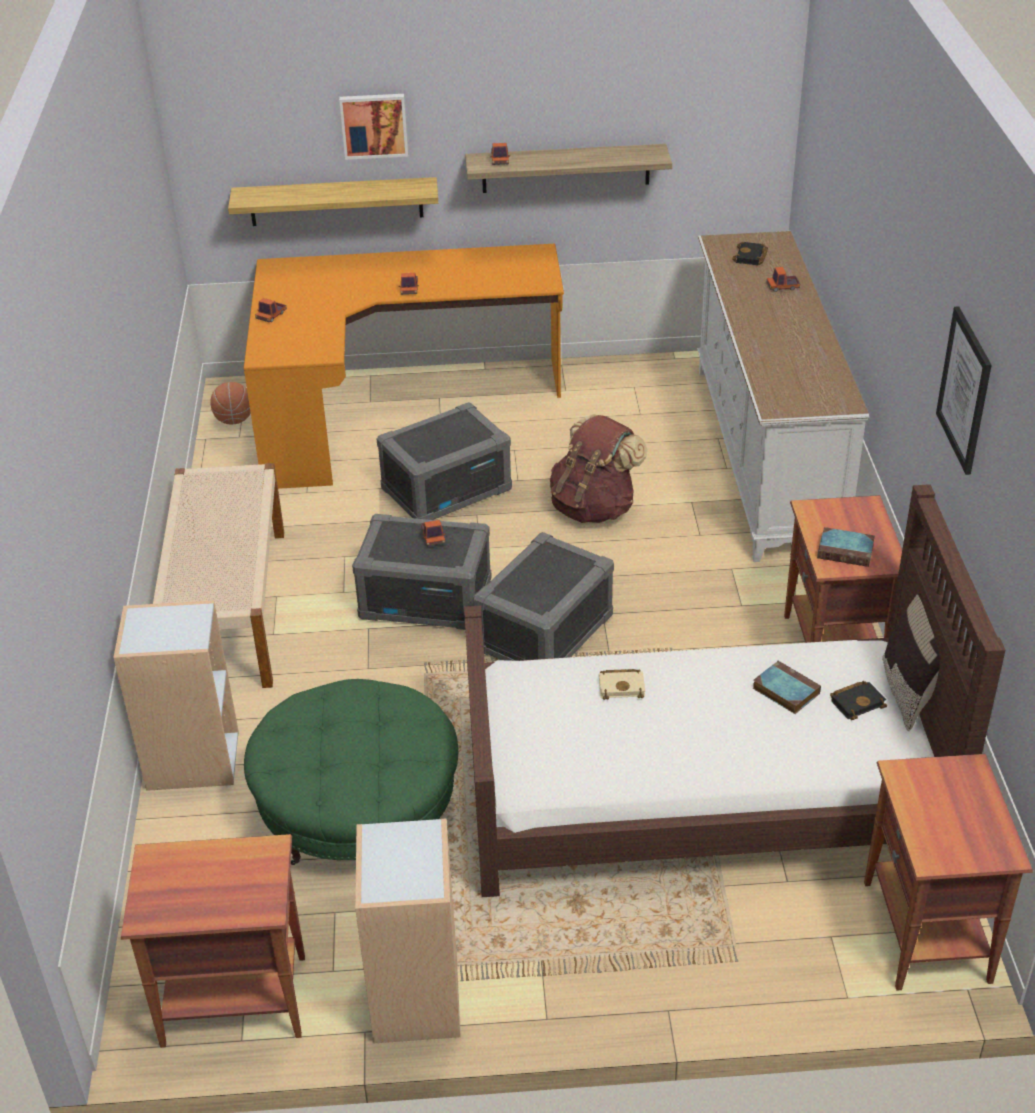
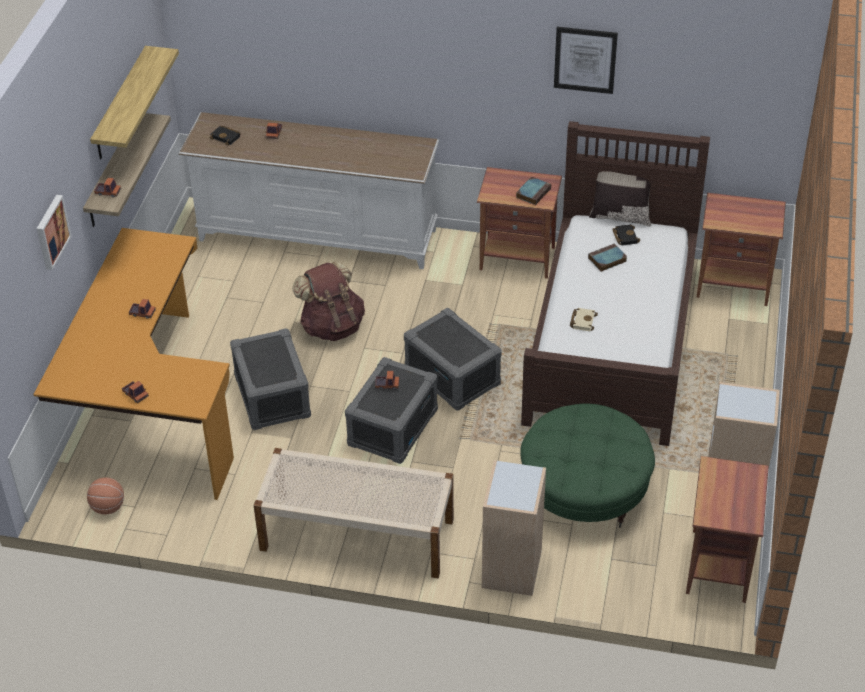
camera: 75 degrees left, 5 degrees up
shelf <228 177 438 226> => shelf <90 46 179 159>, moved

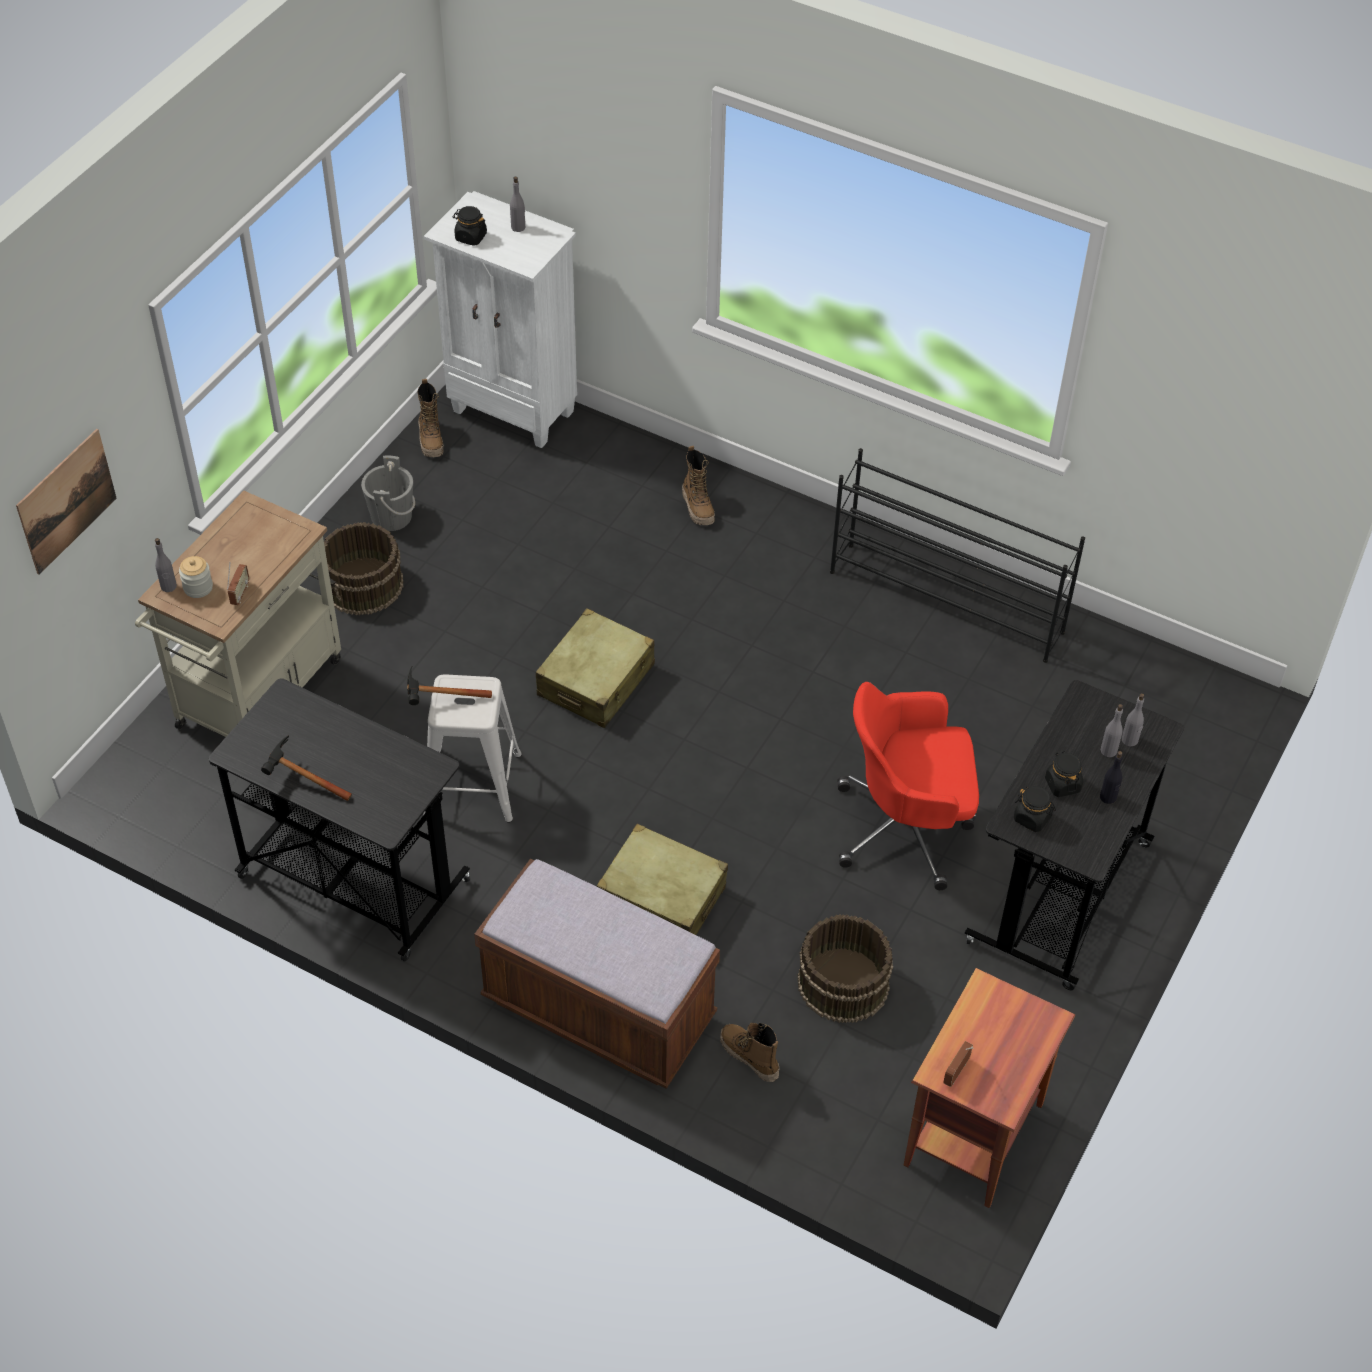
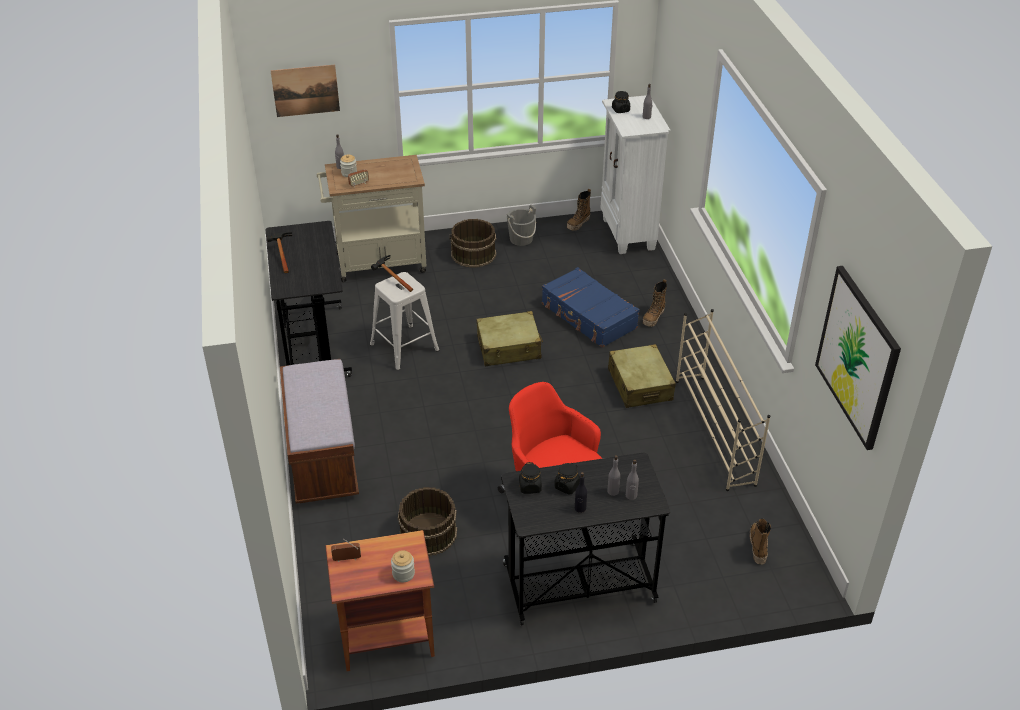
camera: 50 degrees right, 10 degrees down
nothing => jar <391 550 415 583>
nothing => suitcase/blue <542 267 640 348>
nothing => picture <815 266 901 450>
suitcase/beige <597 823 728 935> => suitcase/beige <608 344 676 408>, moved
boot <720 1023 780 1082> => boot <750 519 771 565>, moved
shoe rack/black <830 448 1085 663> => shoe rack/beige <676 309 770 491>

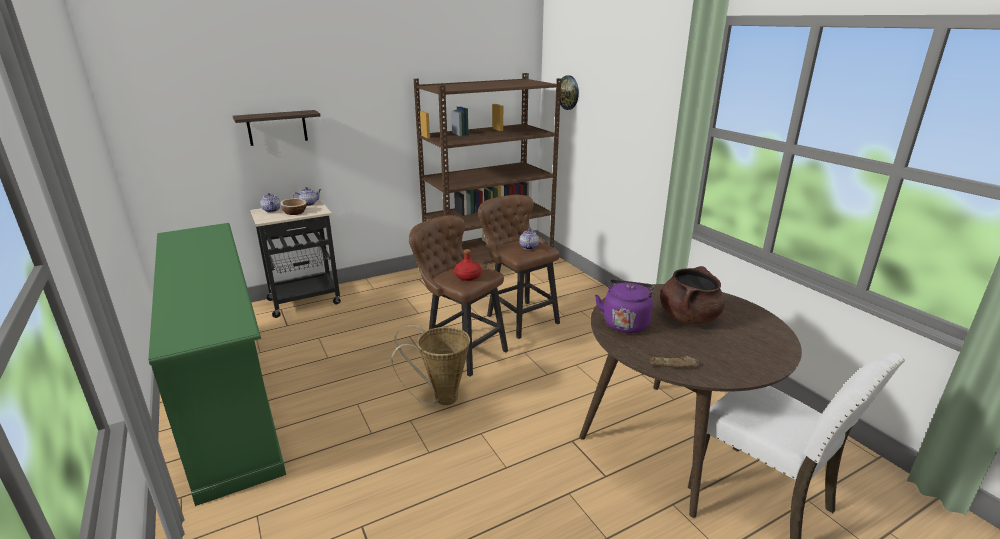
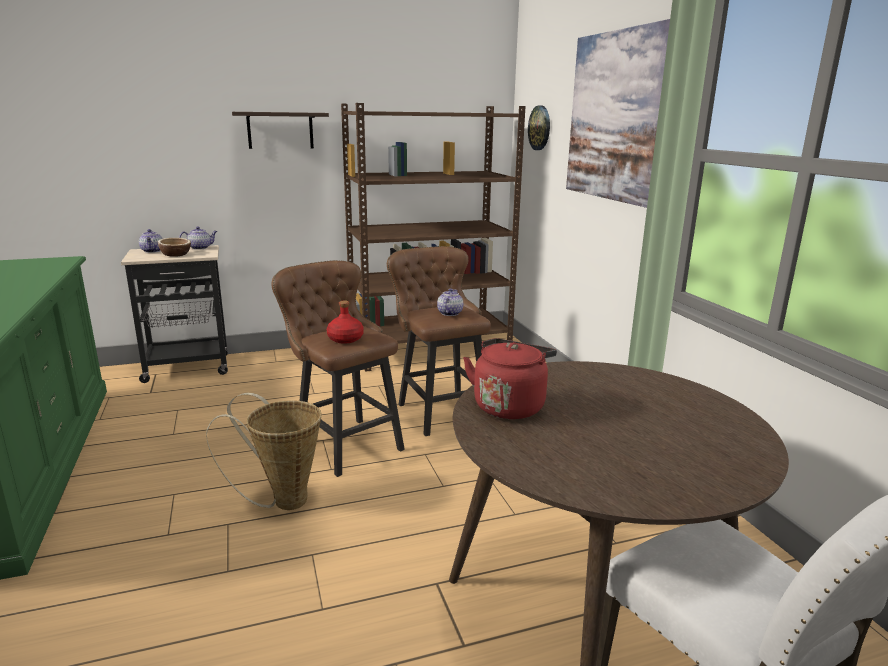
camera: 10 degrees right, 5 degrees down
bread <650 355 700 368> => nothing
cooking pot/brown <660 266 725 324> => nothing
nothing => picture <566 19 670 208>
shelf <233 110 320 146> => shelf <232 112 329 149>, moved
kettle/purple <595 279 654 333> => kettle/red <463 338 557 419>

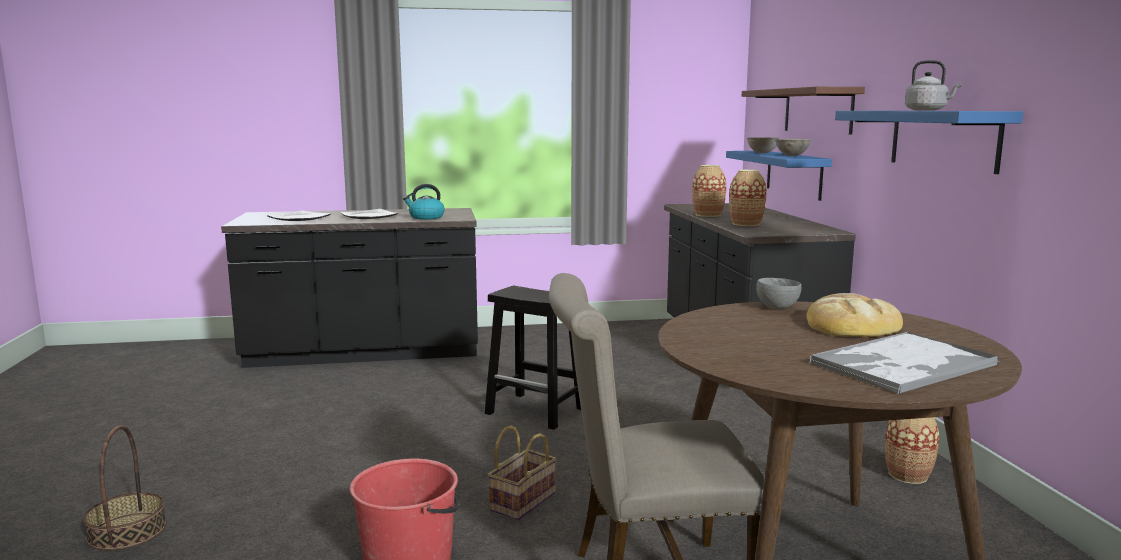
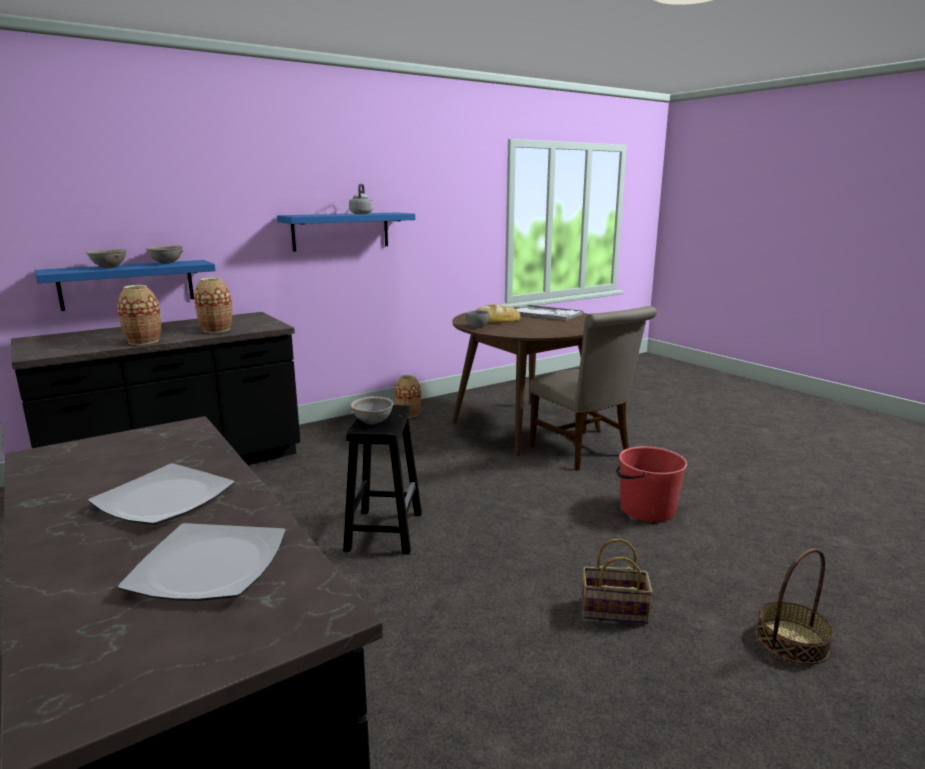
camera: 115 degrees left, 5 degrees up
kettle <403 184 445 219> => nothing
shelf <742 87 865 135> => nothing
nothing => bowl/grey <351 396 394 424>
basket <487 426 556 520> => basket <582 539 653 624>, moved

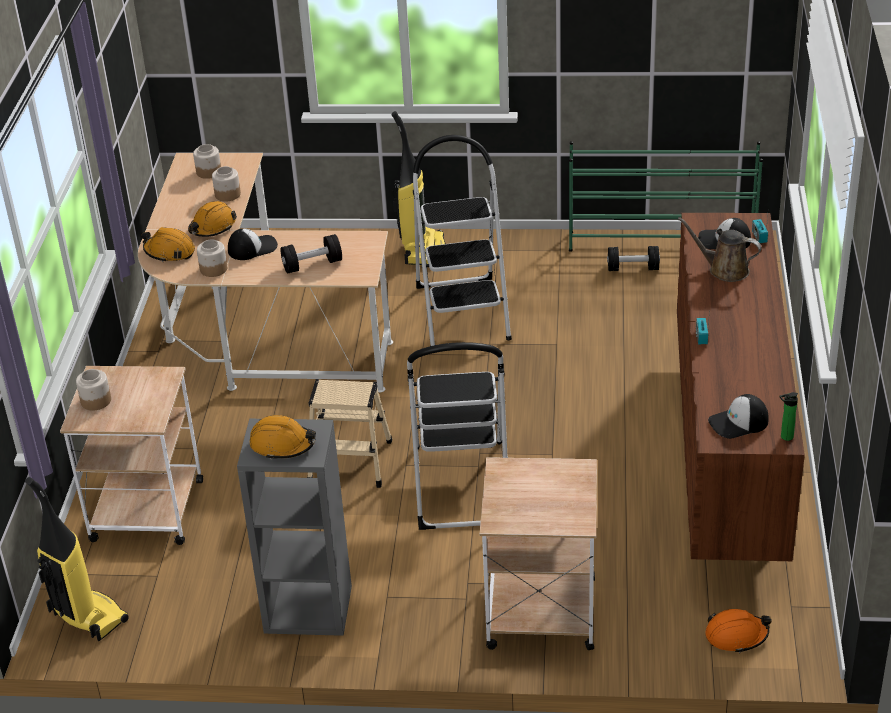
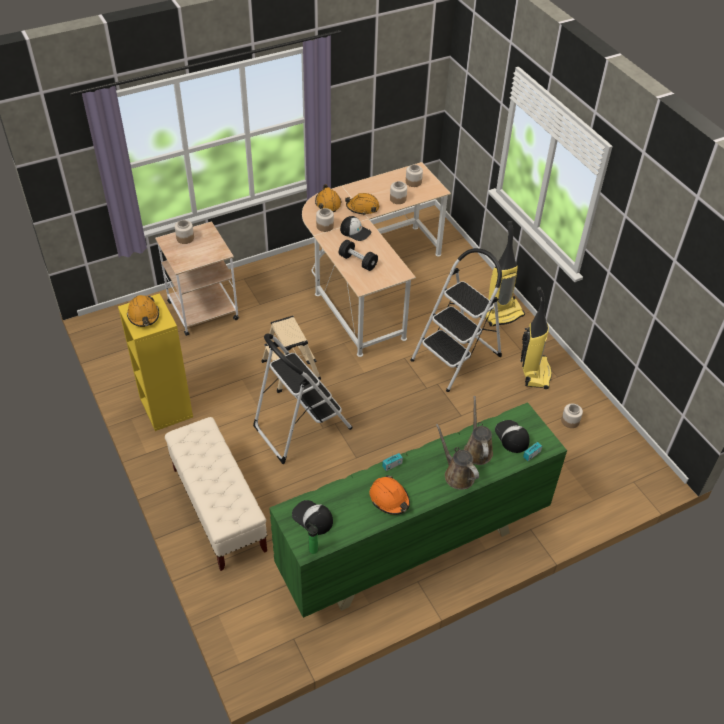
camera: 55 degrees right, 10 degrees up
shoe rack/green <569 141 763 252> => nothing
nothing => watering can/brown <436 424 479 490>
vacuum cleaner <25 477 129 642> => vacuum cleaner <520 287 552 389>, moved
hard hat/orange <705 609 772 653> => hard hat/orange <369 475 410 515>, moved
cart/beige <480 457 597 650> => bench/beige <165 417 267 571>
dumbbell/black <607 246 660 271> => jar <561 404 583 428>
bookcase/grey <237 419 352 636> => bookcase/yellow <118 293 193 431>
cabinet/brown <677 213 805 561> => cabinet/green <269 402 567 618>

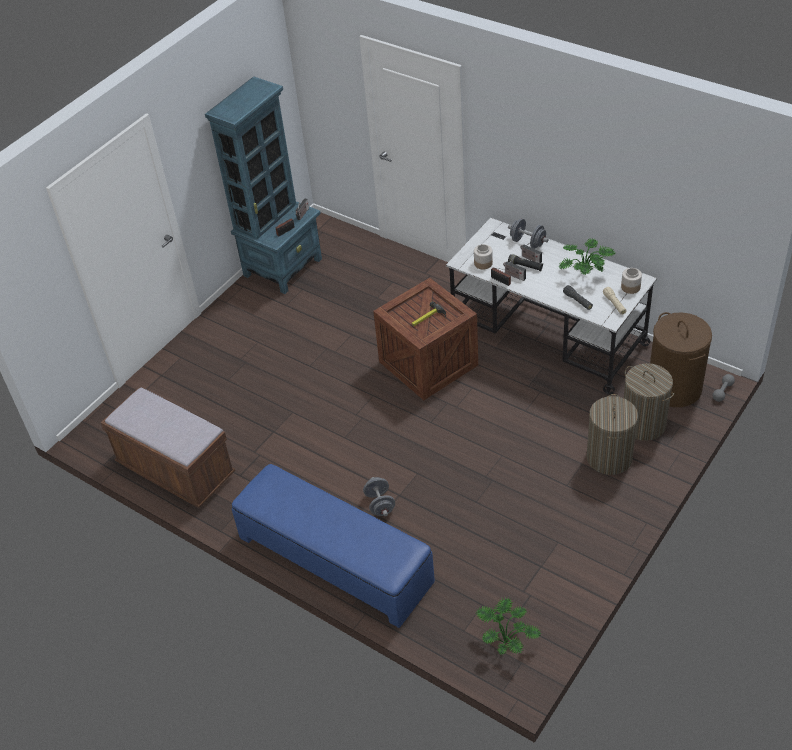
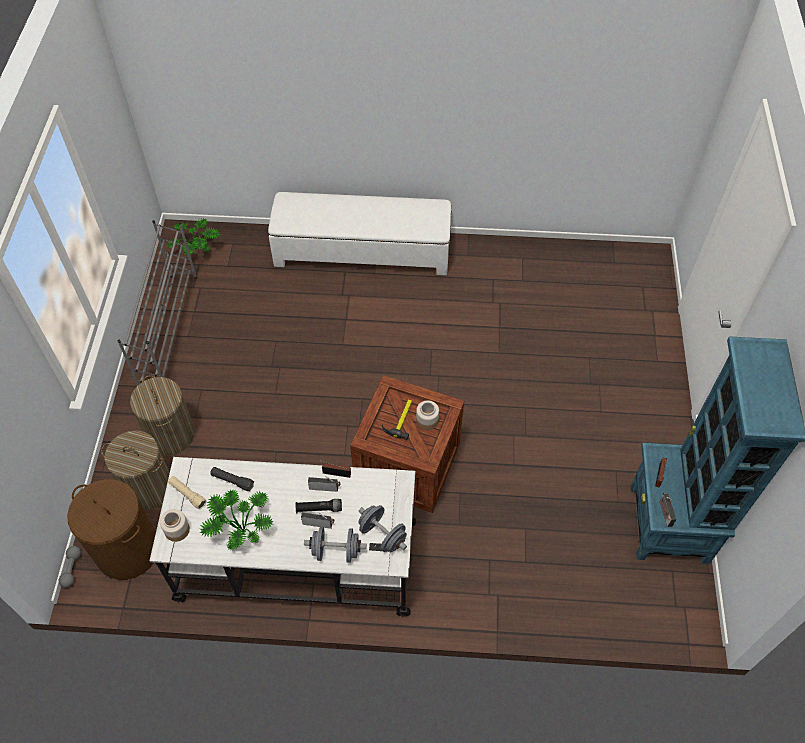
camera: 145 degrees right, 10 degrees up
bench/brown <101 388 235 508> => nothing
nothing => shoe rack/grey <117 220 197 386>
dumbbell/grey <363 477 395 517> => dumbbell/grey <358 505 407 552>, moved
jar <474 244 493 270> => jar <416 400 439 430>, moved
bench/blue <232 464 435 628> => bench/white <268 192 452 275>

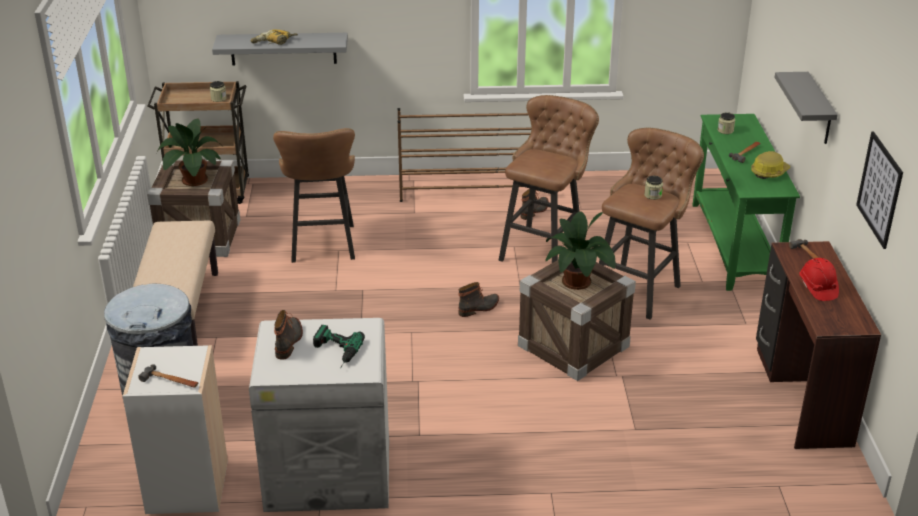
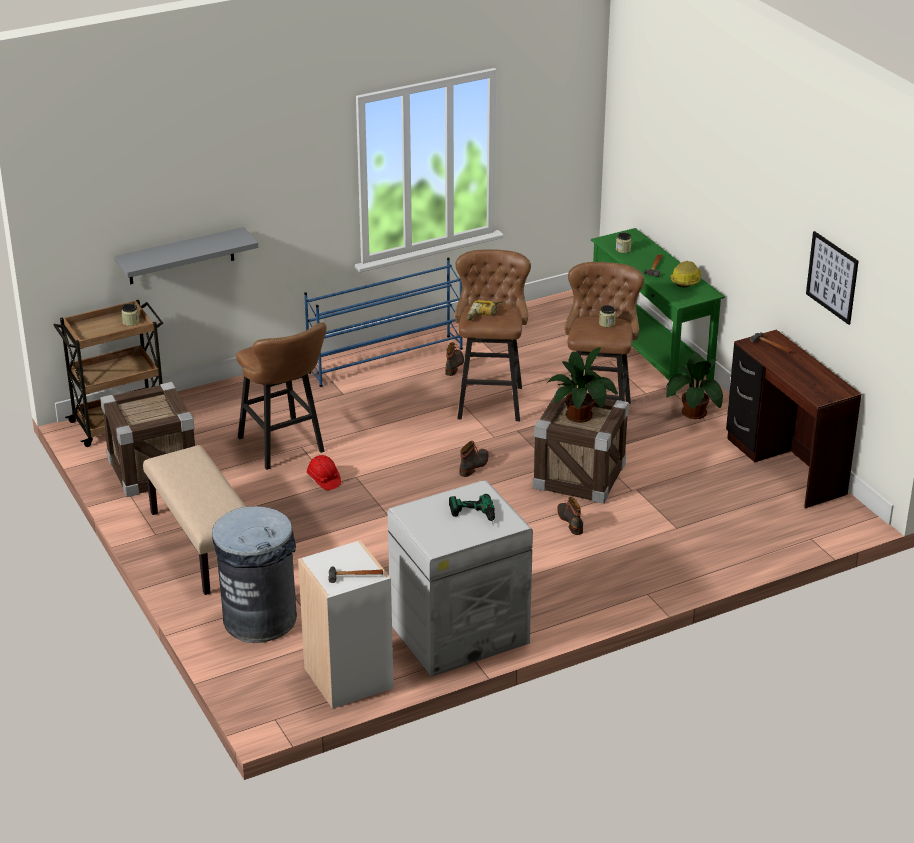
camera: 25 degrees left, 0 degrees up
shelf/grey <774 72 838 144> => nothing
potted plant <155 118 221 186> => potted plant <666 353 723 419>, moved
power drill <251 29 298 45> => power drill <467 300 503 321>, moved
boot <274 310 303 359> => boot <557 497 583 535>, moved
hard hat/red <799 258 839 301> => hard hat/red <307 455 341 490>, moved
shoe rack/brown <398 108 531 202> => shoe rack/blue <304 258 463 387>

